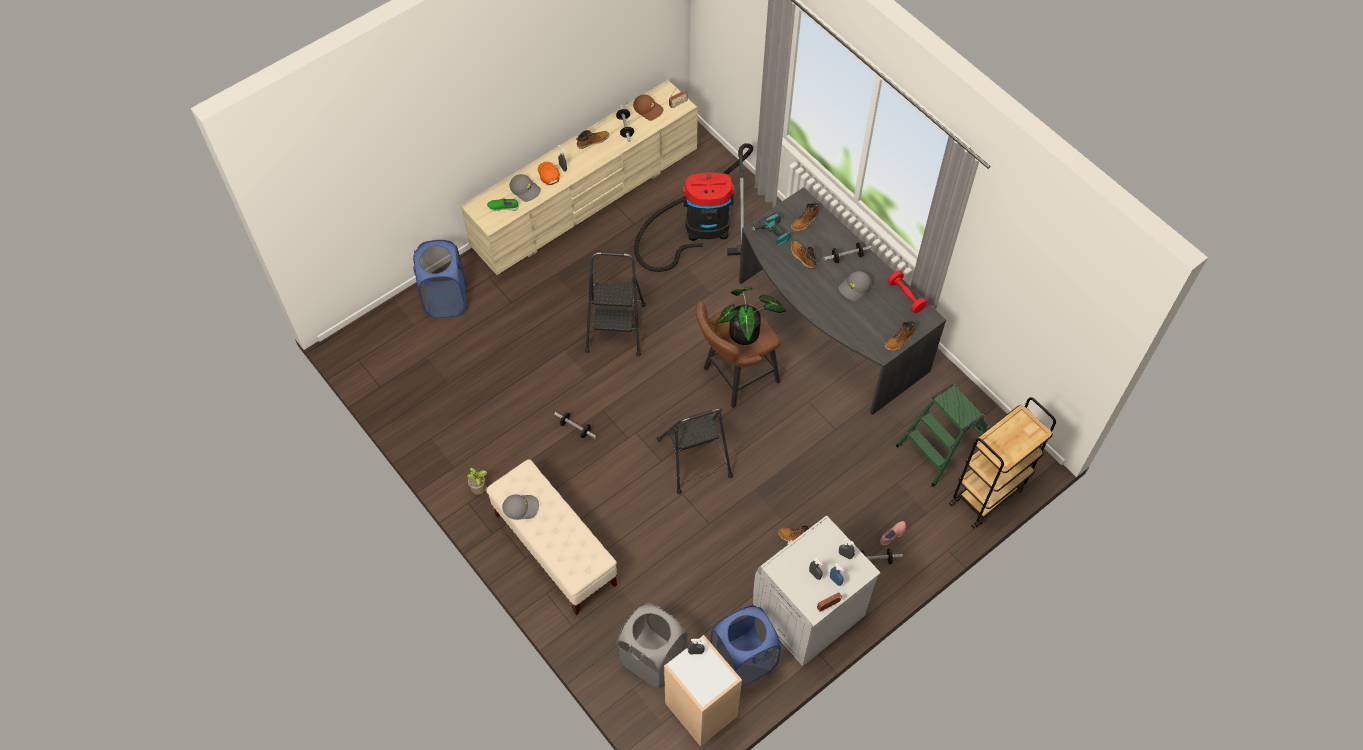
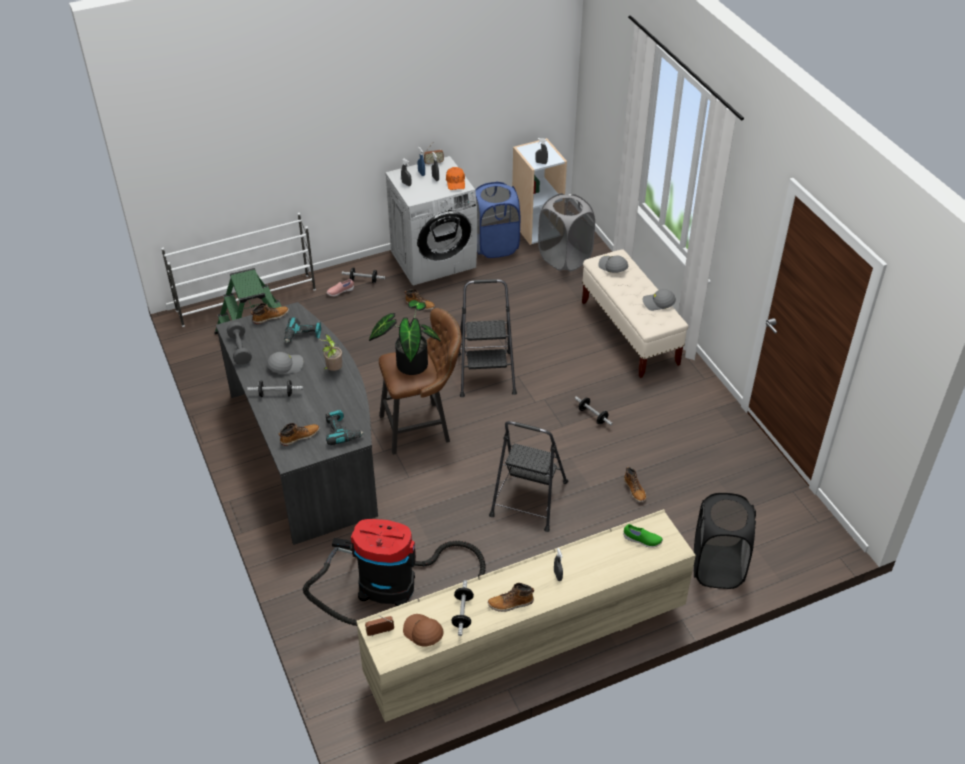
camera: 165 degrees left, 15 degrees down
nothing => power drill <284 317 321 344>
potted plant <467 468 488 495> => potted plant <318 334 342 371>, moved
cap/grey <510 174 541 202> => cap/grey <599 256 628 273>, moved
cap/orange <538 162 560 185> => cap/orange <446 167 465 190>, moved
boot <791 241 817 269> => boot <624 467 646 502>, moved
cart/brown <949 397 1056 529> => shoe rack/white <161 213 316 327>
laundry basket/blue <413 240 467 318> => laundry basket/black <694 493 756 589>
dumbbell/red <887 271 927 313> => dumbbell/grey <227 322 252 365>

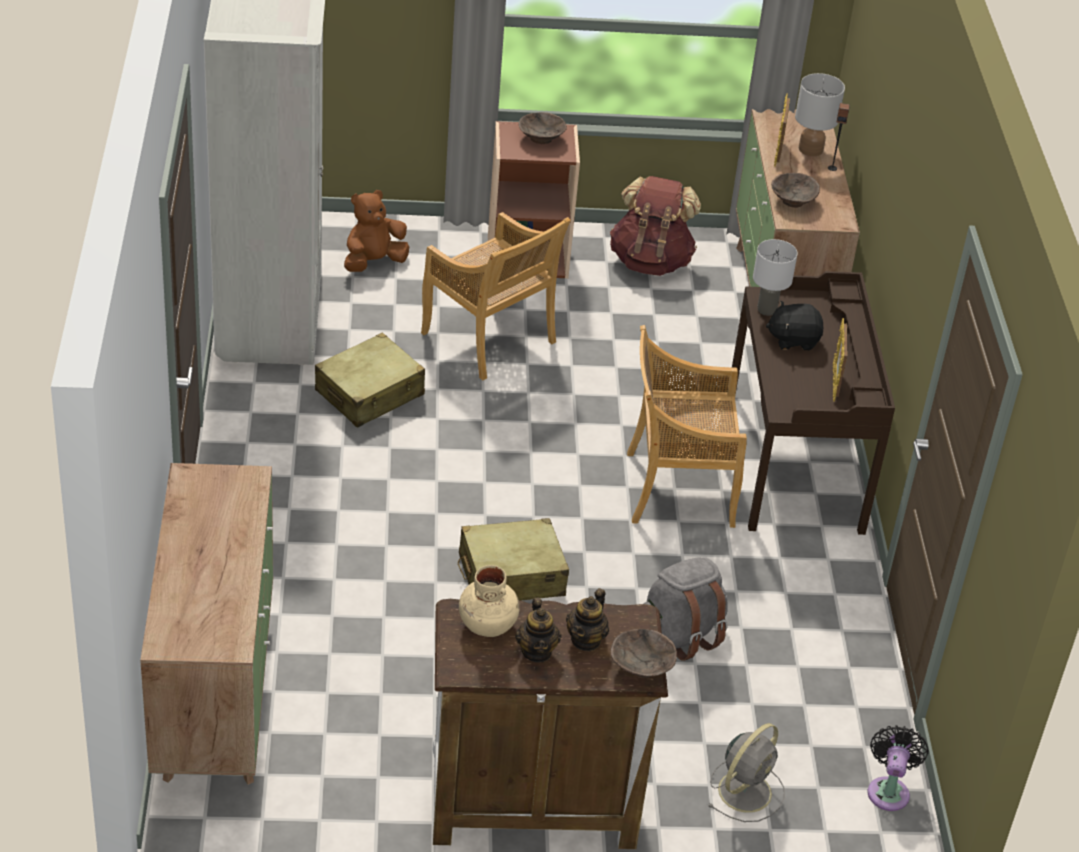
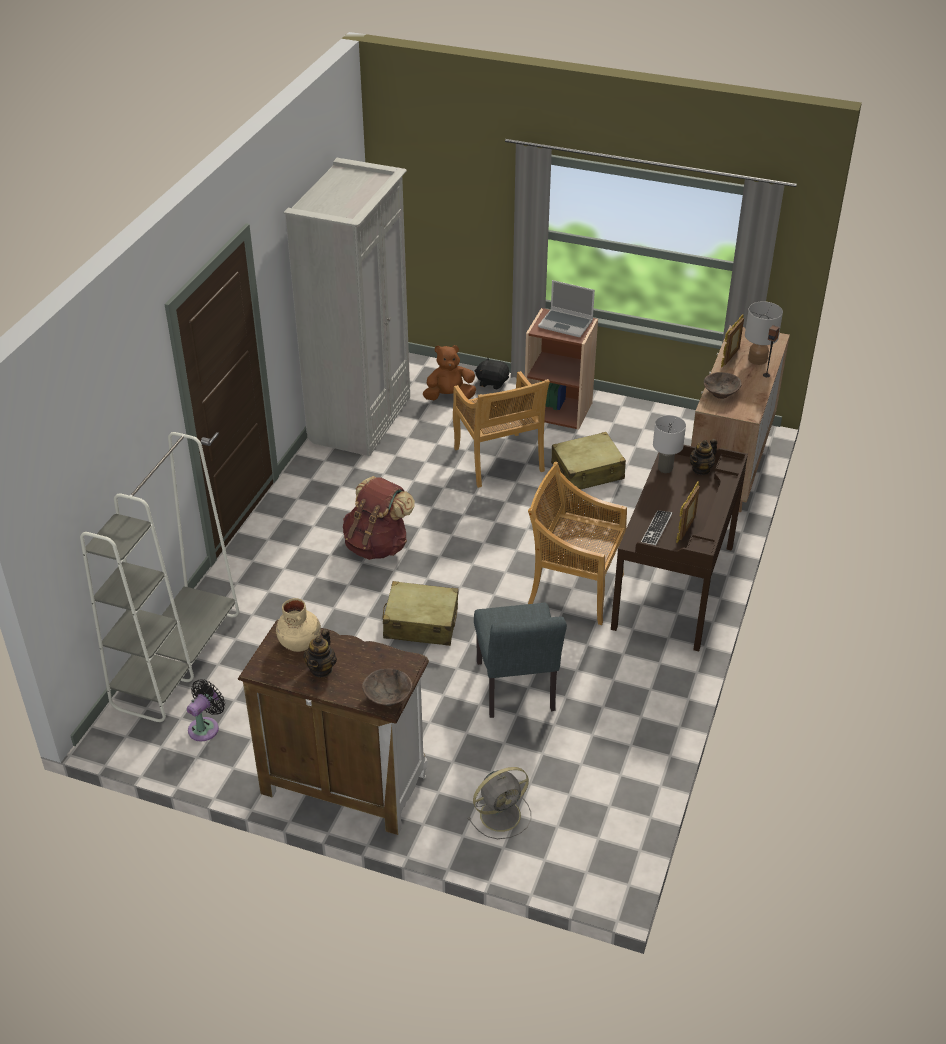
camera: 25 degrees right, 0 degrees up
nothing => keyboard <641 510 673 545>
suitcase/beige <315 333 425 428> => suitcase/beige <551 432 626 490>, moved
teapot <566 588 609 651> => teapot <690 439 717 475>, moved
backpack/brown <610 176 701 276> => backpack/brown <343 476 415 560>, moved
plush toy/black <766 301 824 350> => plush toy/black <474 358 509 389>, moved
fan/black <868 725 929 811> => fan/black <187 679 225 741>, moved
dresser <140 463 273 785> => clothes rack/grey <80 432 239 722>
bowl/brown <519 112 567 144> => laptop <538 280 595 337>
backpack/grey <643 557 728 661> => chair/grey <474 603 567 718>

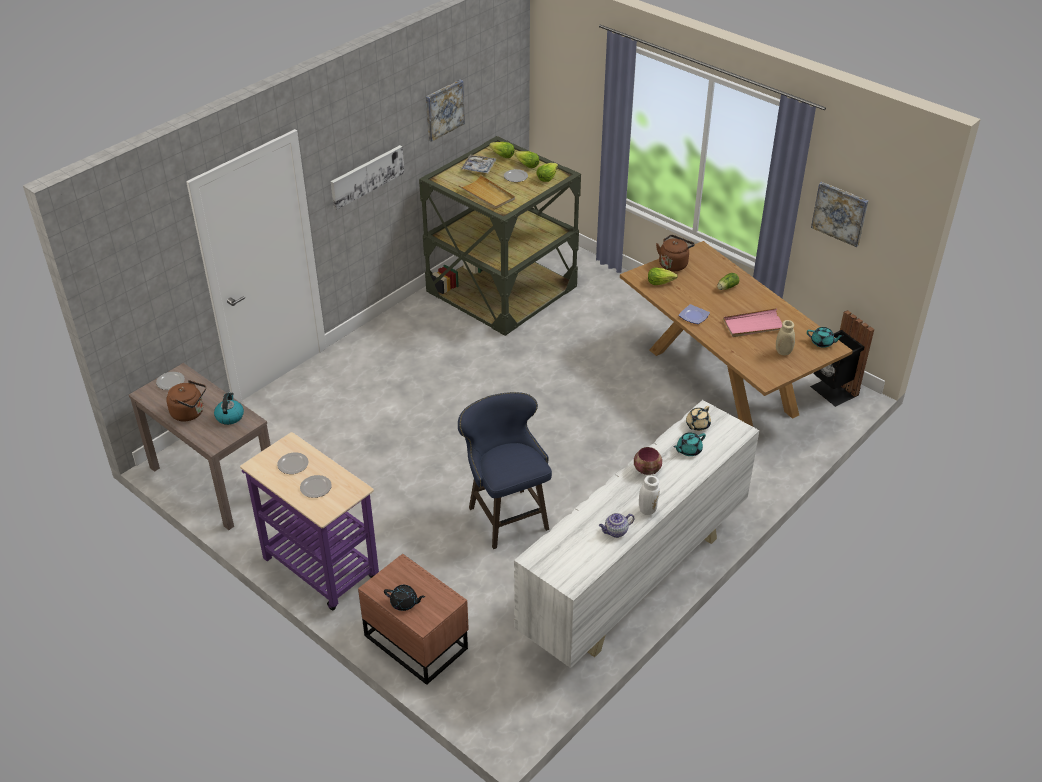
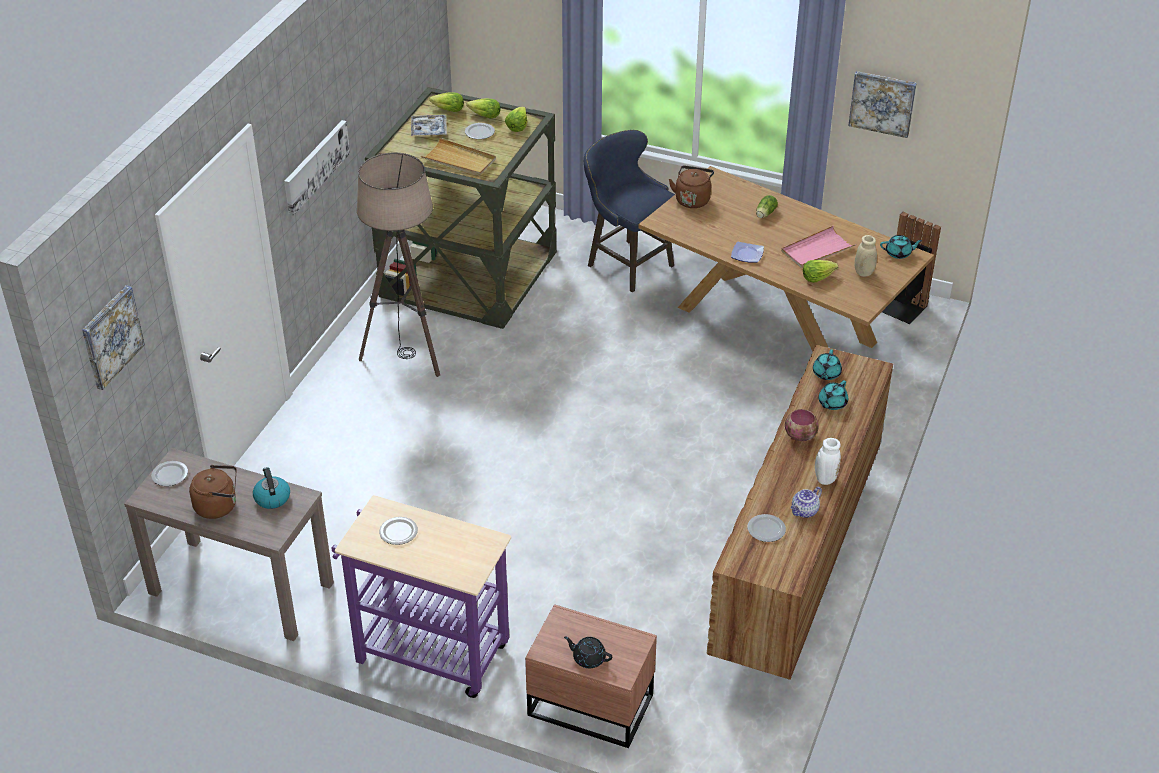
camera: 20 degrees left, 0 degrees up
nothing => floor lamp <357 153 440 377>
plate <300 475 332 498> => plate <748 514 786 542>, moved
picture <426 80 465 142> => picture <82 285 145 390>, moved
stool/blue <458 392 552 549> => stool/blue <584 130 675 292>, moved
lettuce <648 267 678 285> => lettuce <803 260 838 283>, moved
cabinet/white <514 400 759 668> => cabinet/brown <707 345 893 680>
teapot/beige <686 406 711 431> => teapot/turquoise <813 349 842 380>
teapot/black <384 585 425 611> => teapot/black <564 636 612 668>, 150 degrees counterclockwise

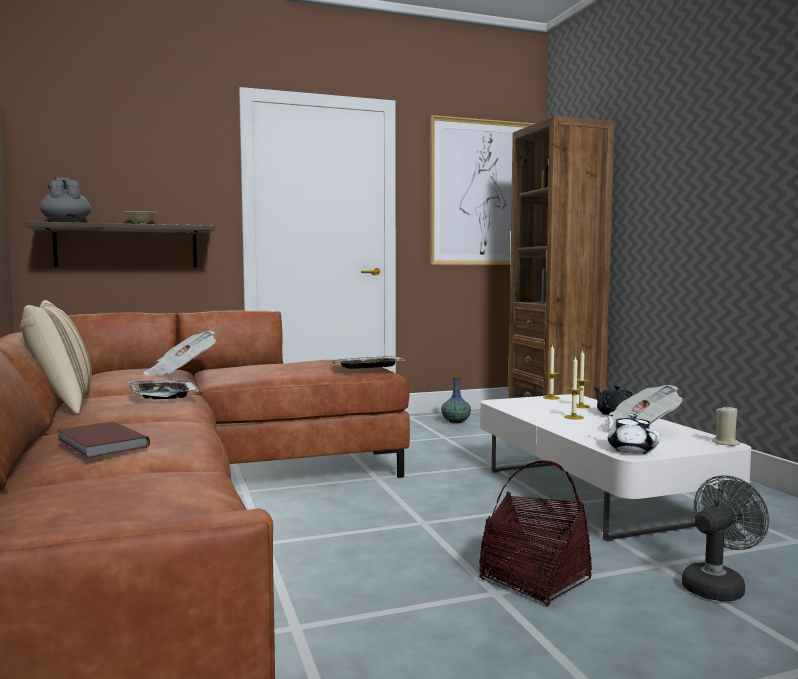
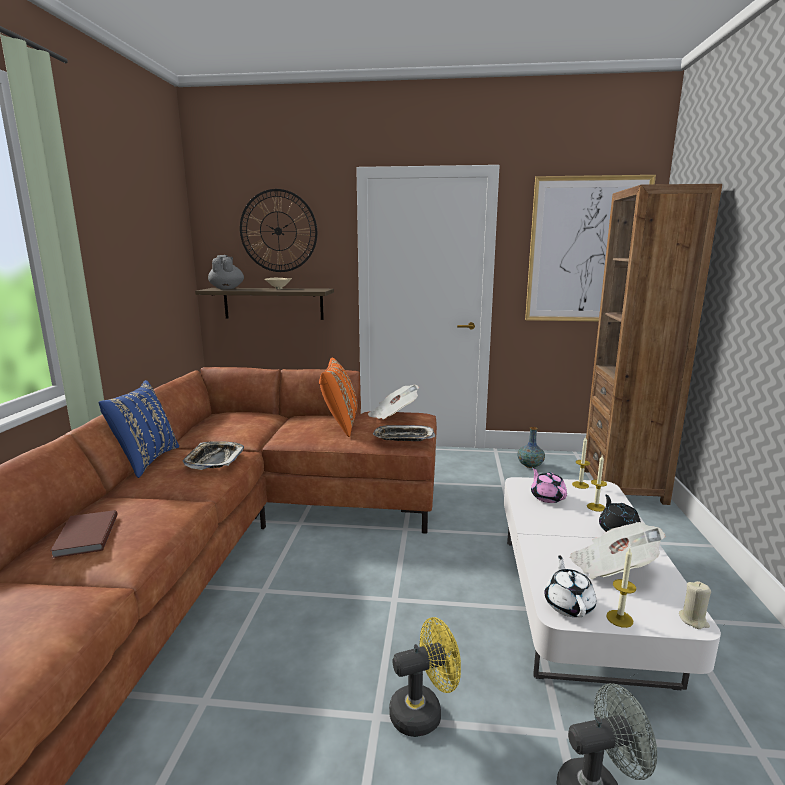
camera: 25 degrees right, 10 degrees up
nothing => wall clock <240 189 317 272>
nothing => pillow/orange <319 358 358 437>
nothing => teapot/pink <531 467 567 503>
newspaper <144 331 216 376> => newspaper <368 385 419 419>, moved
candle <564 356 584 419> => candle <606 548 636 628>, moved
basket <479 461 592 607> => fan/yellow <389 617 461 737>
pillow/beige <20 300 92 414> => pillow/blue <98 380 179 478>

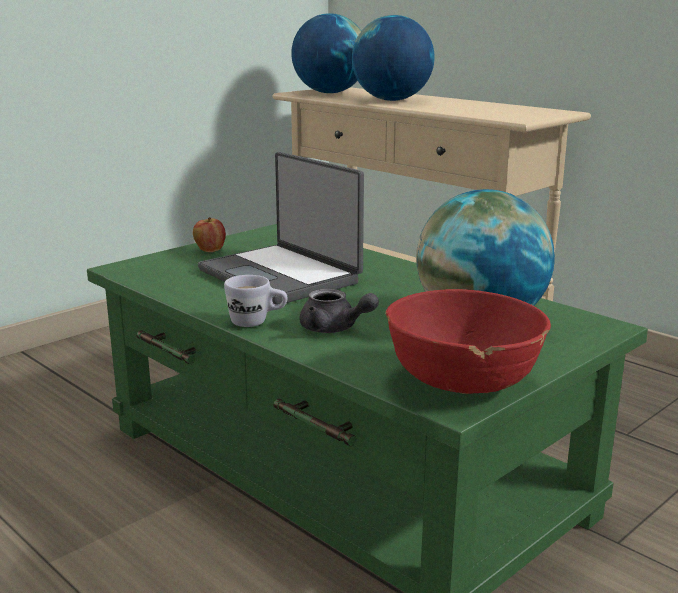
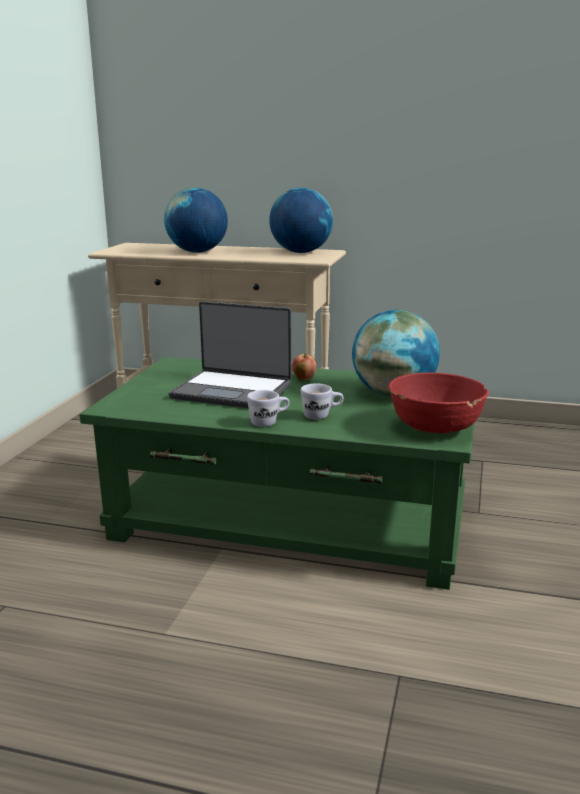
camera: 30 degrees left, 0 degrees up
apple <193 217 226 252> => apple <292 353 316 380>, moved
globe <291 13 361 93> => globe <269 187 333 253>, moved
teapot/grey <300 289 379 333> => mug/white <301 384 344 420>

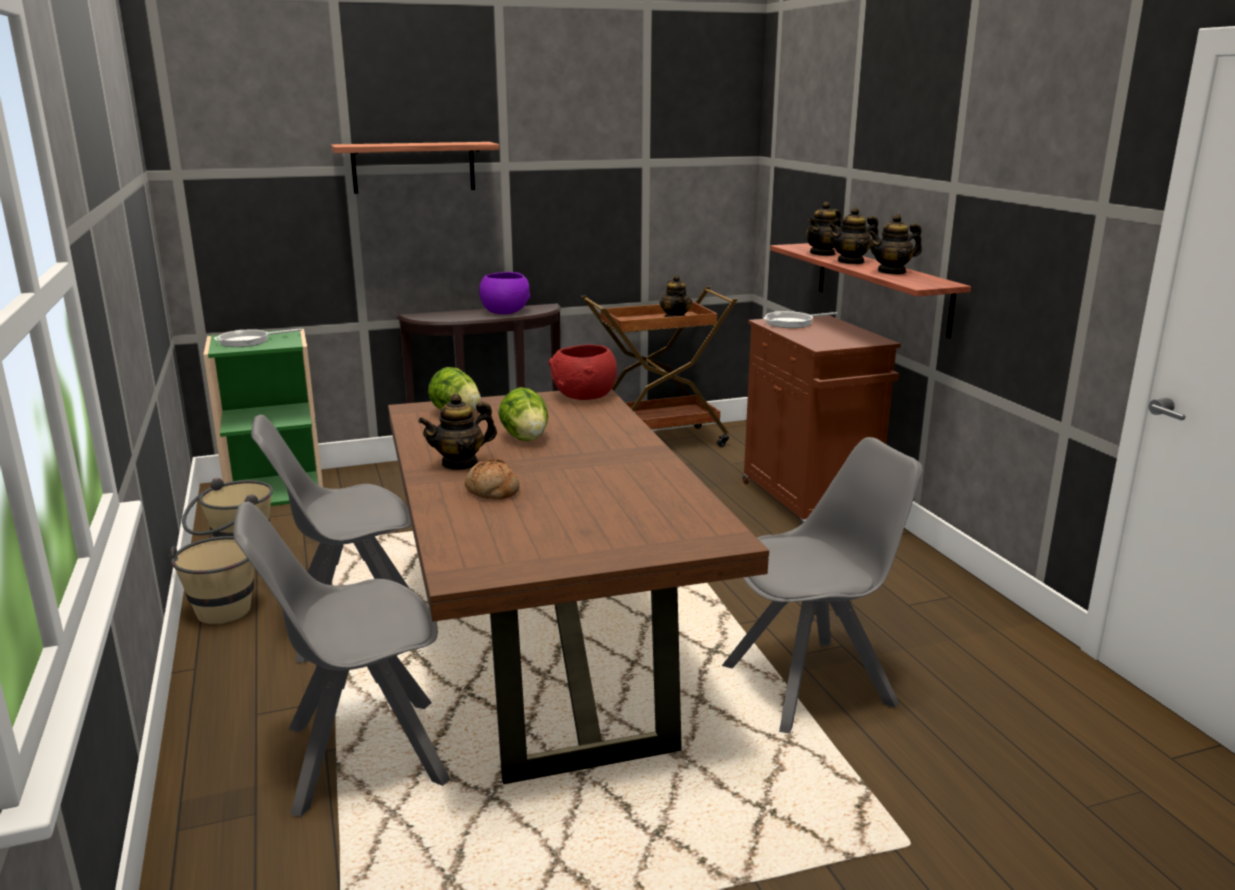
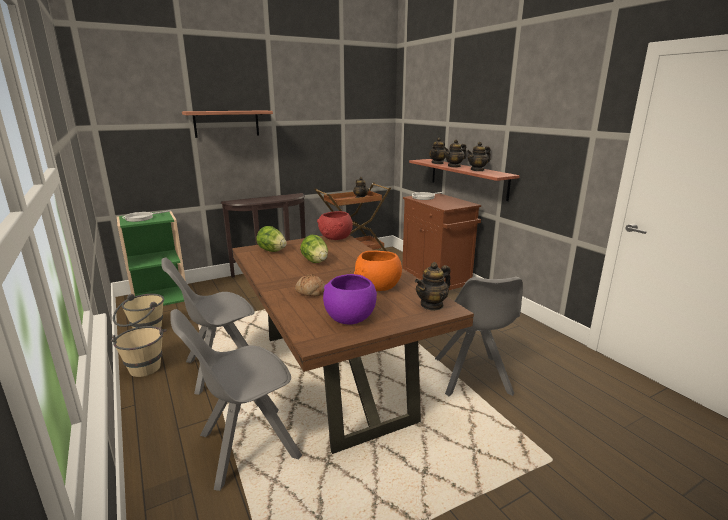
camera: 10 degrees left, 0 degrees up
nothing => bowl/orange <354 251 402 291>
teapot <418 393 497 470> => teapot <415 262 451 311>, moved
bowl/purple <479 272 530 314> => bowl/purple <323 274 377 325>, moved
chair/grey <722 437 922 733> => chair/grey <435 277 523 396>, 120 degrees clockwise

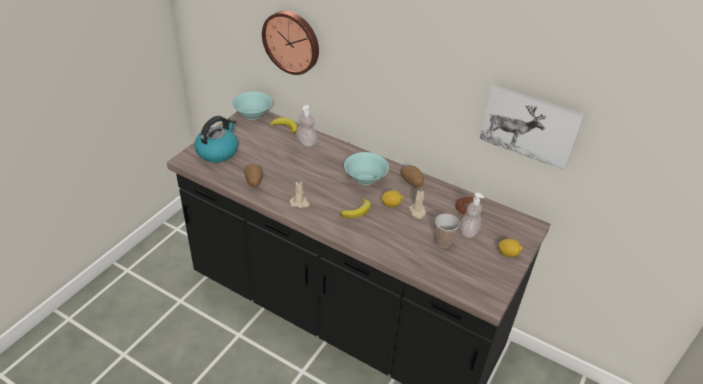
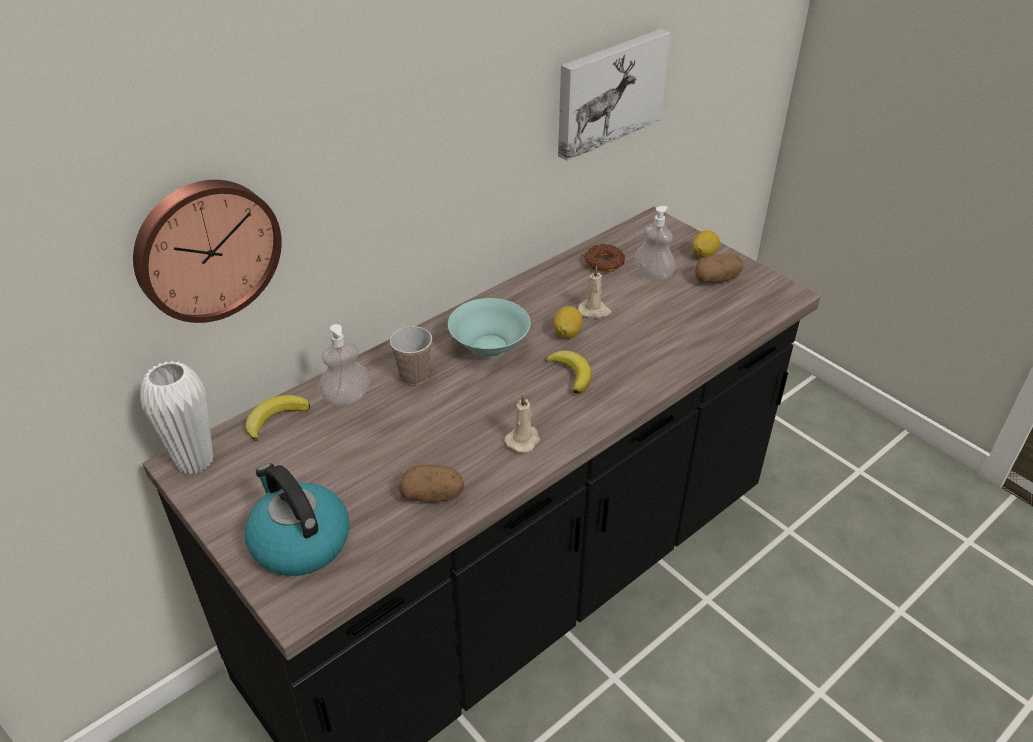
camera: 70 degrees left, 0 degrees up
potato <401 165 424 188> => potato <695 254 743 283>, moved
cup <435 214 460 248> => cup <390 326 432 385>, moved
bowl/turquoise <232 92 272 120> => vase/white <140 361 213 474>

